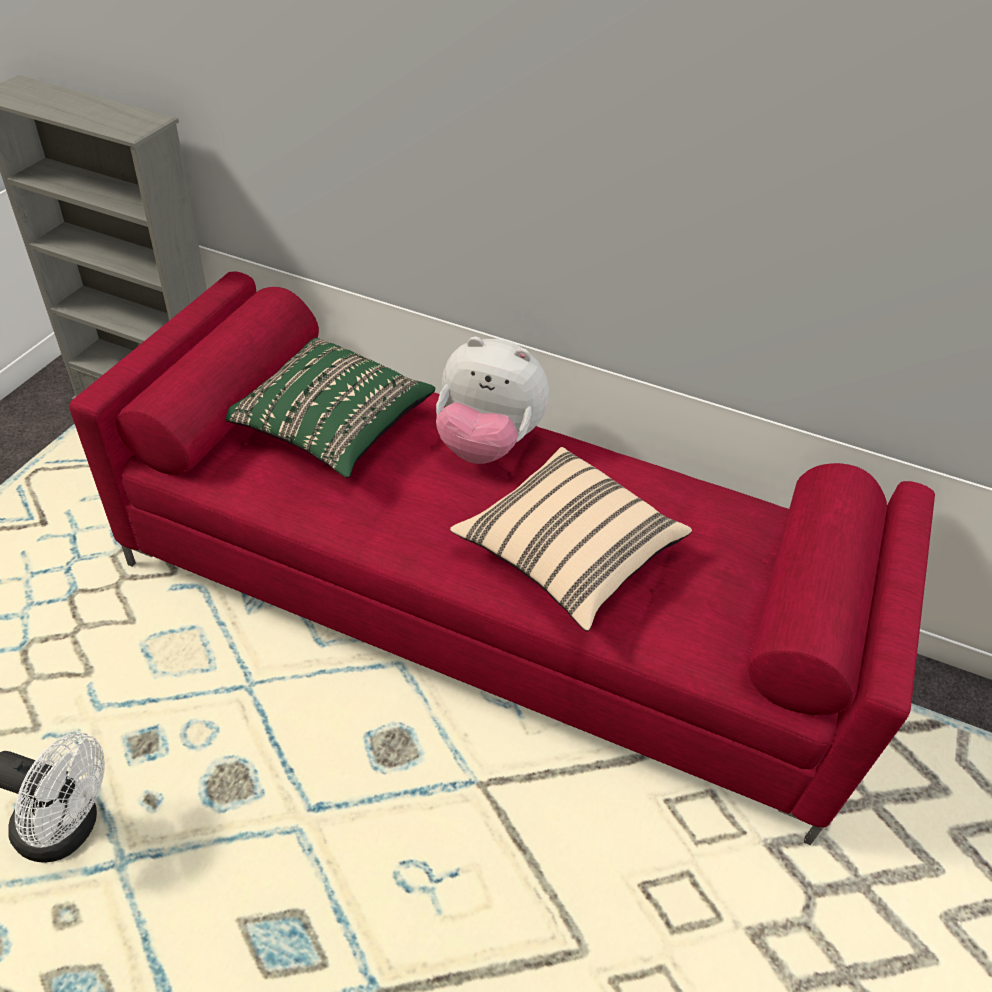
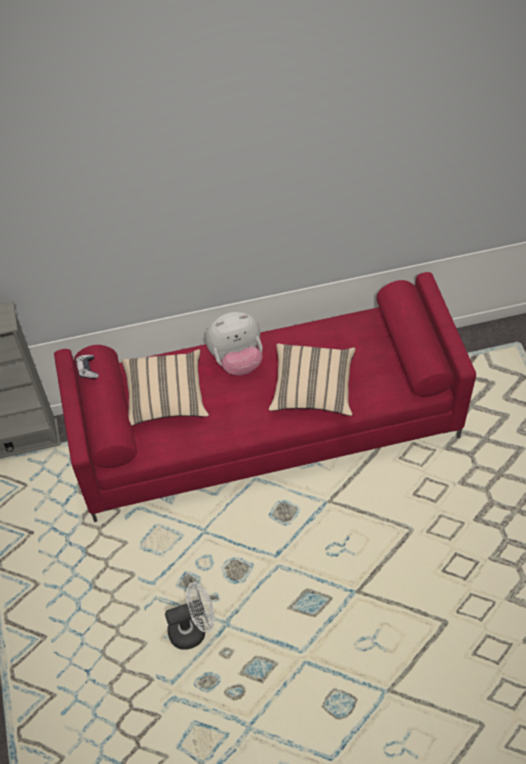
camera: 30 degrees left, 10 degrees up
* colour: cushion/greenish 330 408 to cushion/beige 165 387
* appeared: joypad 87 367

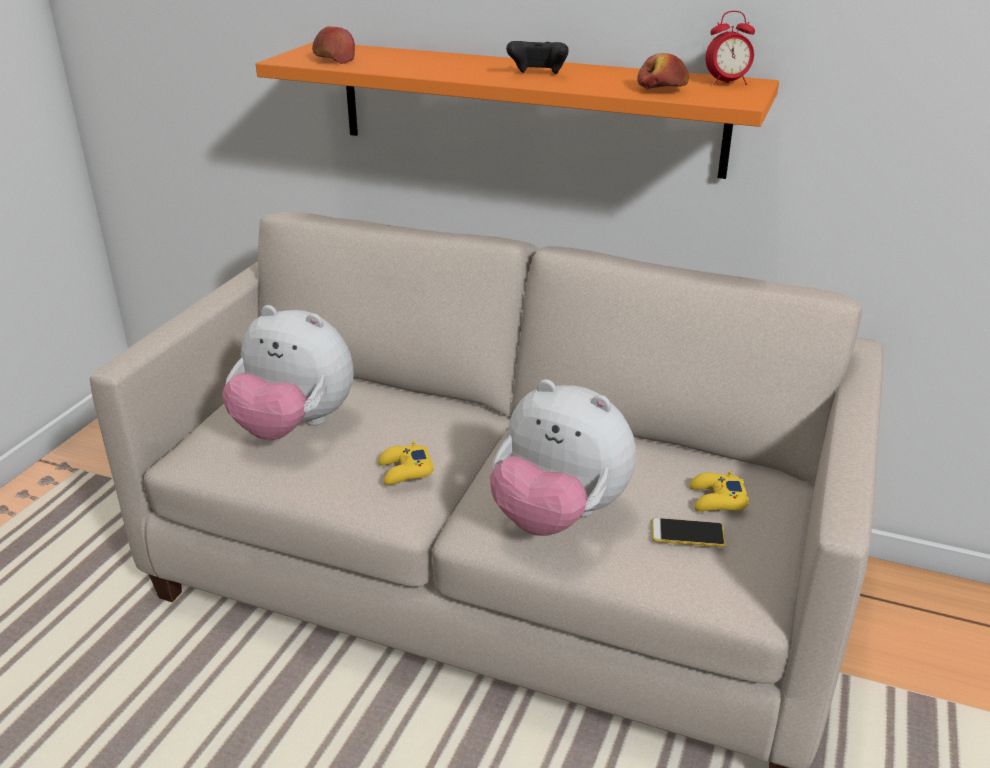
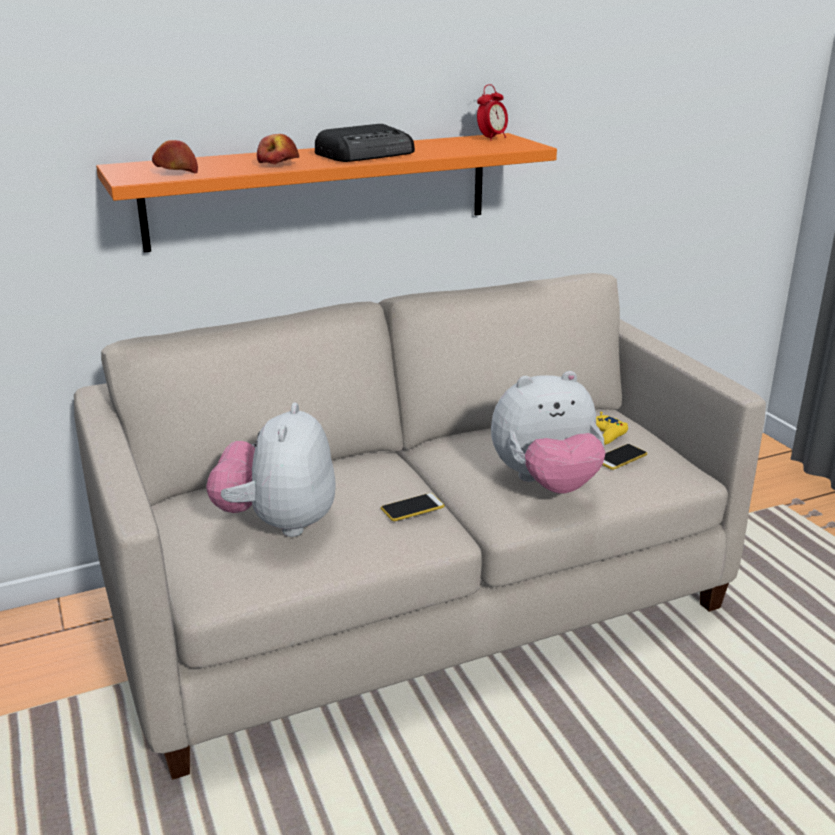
camera: 45 degrees left, 5 degrees down
* exchanged: joypad/black 537 57 to radio 365 143
* relocated: apple 663 71 to 278 149
* spun: soft toy 288 372 = 271 470 120 degrees clockwise
* exchanged: joypad/yellow 406 463 to handset 413 507

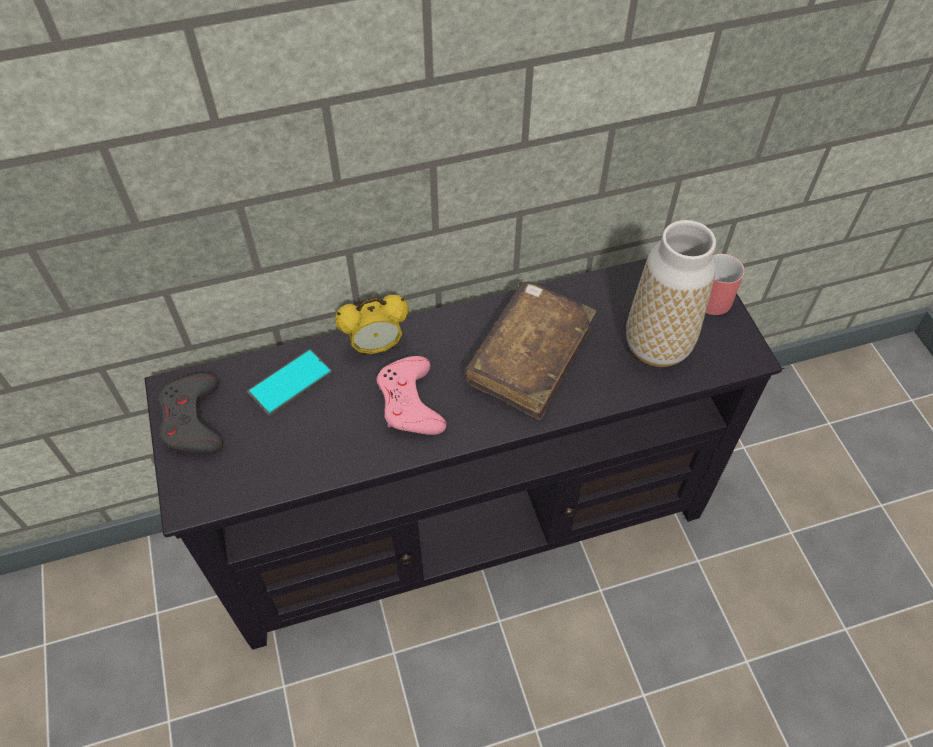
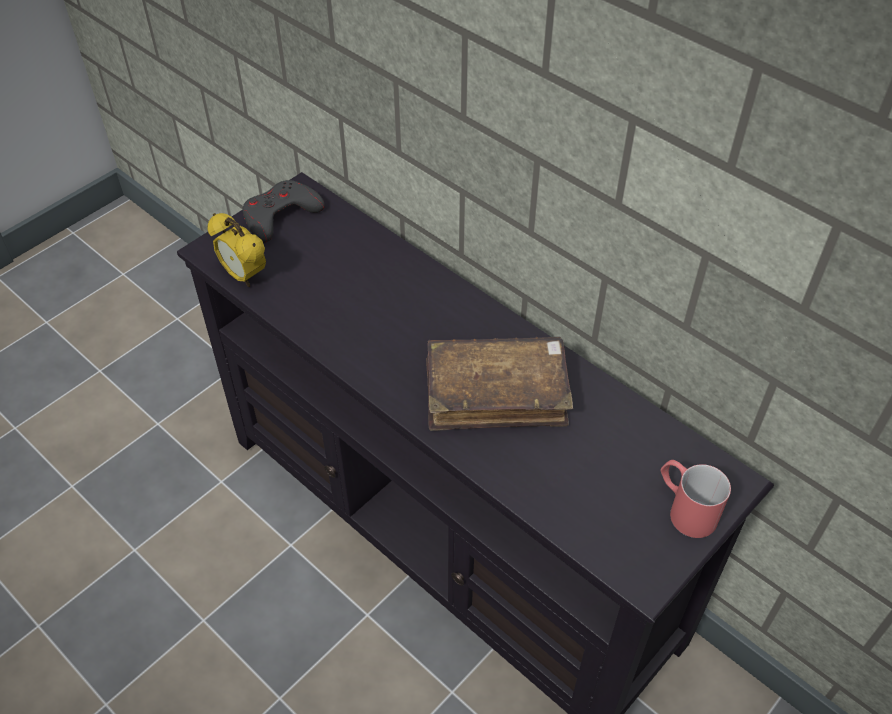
camera: 60 degrees right, 5 degrees down
* missing: decorative vase 671 293
* relocated: bedside clock 372 325 to 236 250
* missing: handset 289 383
* missing: joypad/pink-coloured 411 395

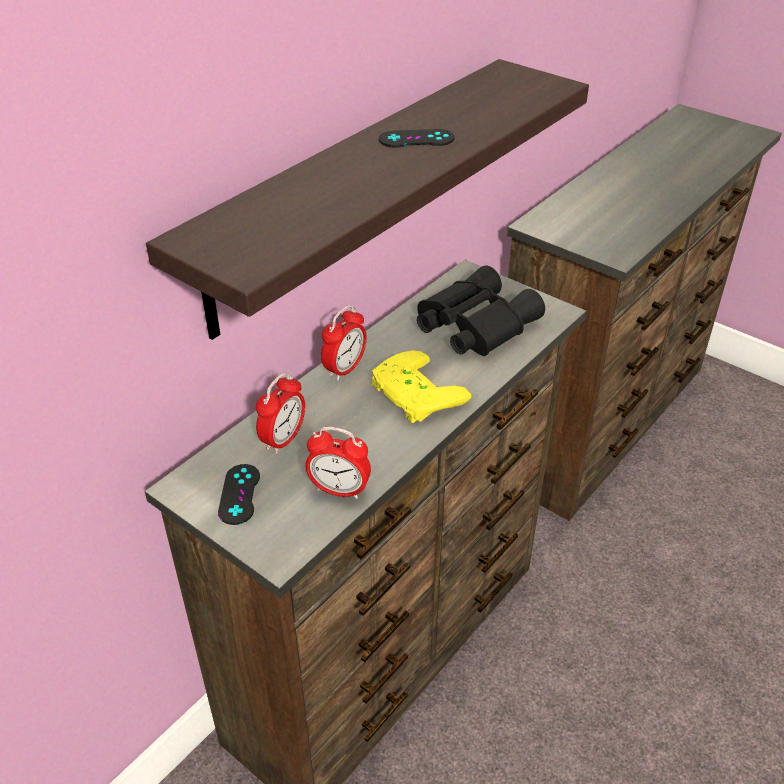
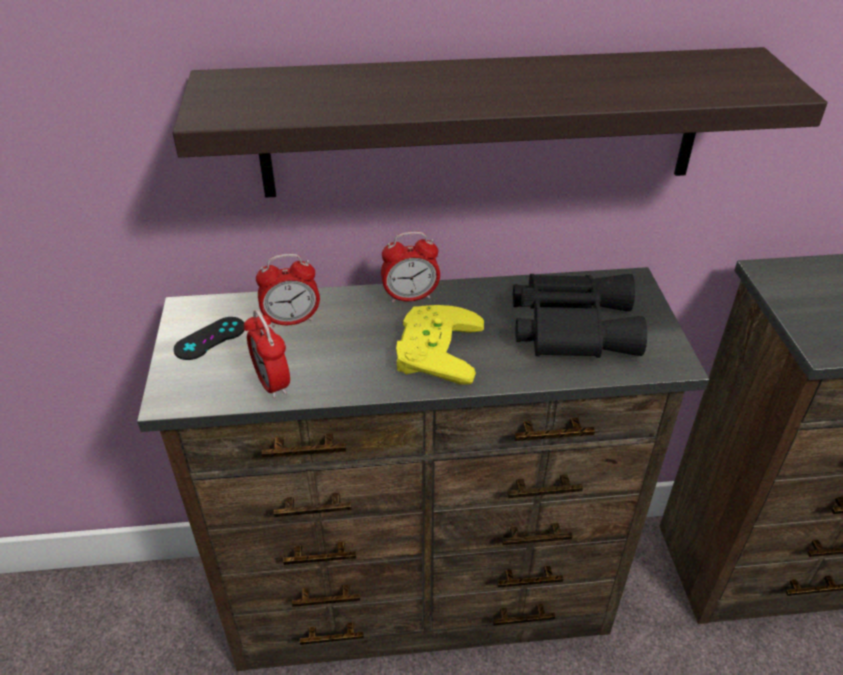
camera: 45 degrees right, 0 degrees up
* missing: joypad/black 417 138

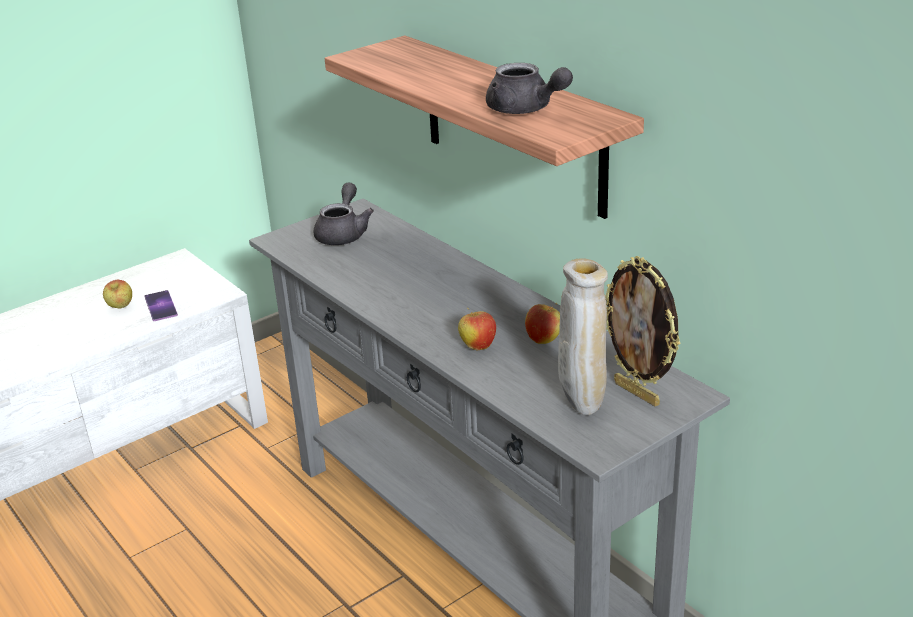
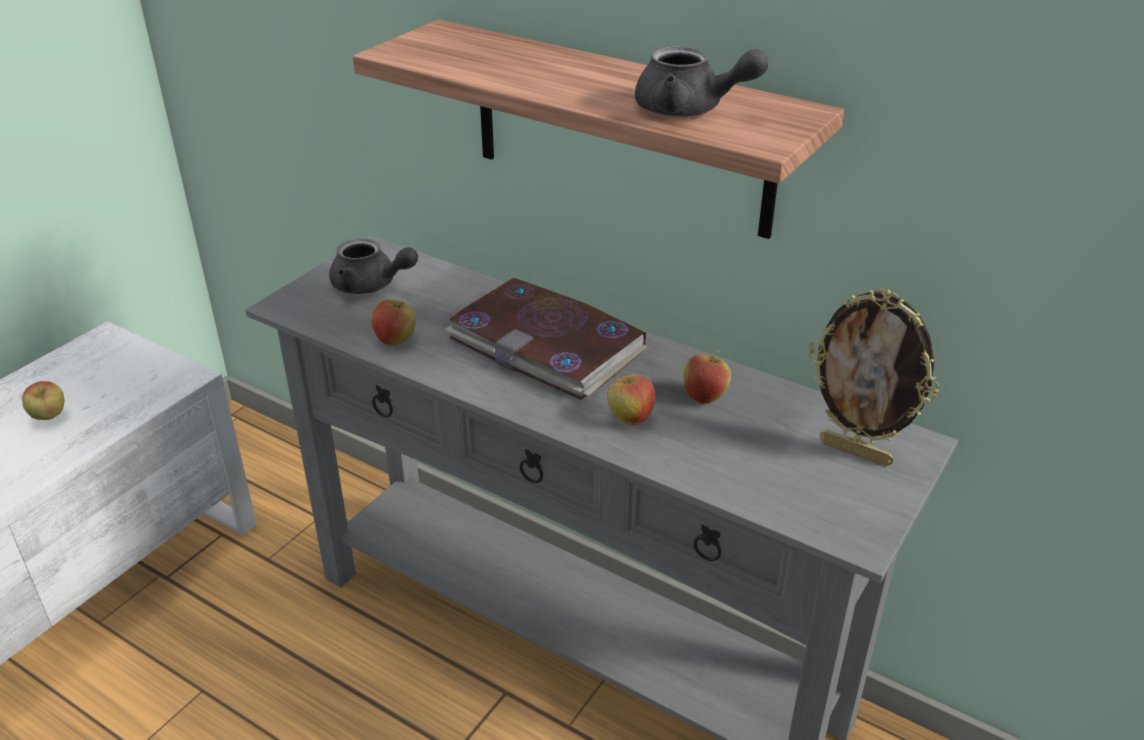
camera: 20 degrees left, 5 degrees up
* spun: teapot/grey 344 213 = 373 266 120 degrees clockwise
* missing: decorative vase/beige 583 336
* missing: handset 161 305
* appeared: bound book 546 339
* appeared: apple 393 321

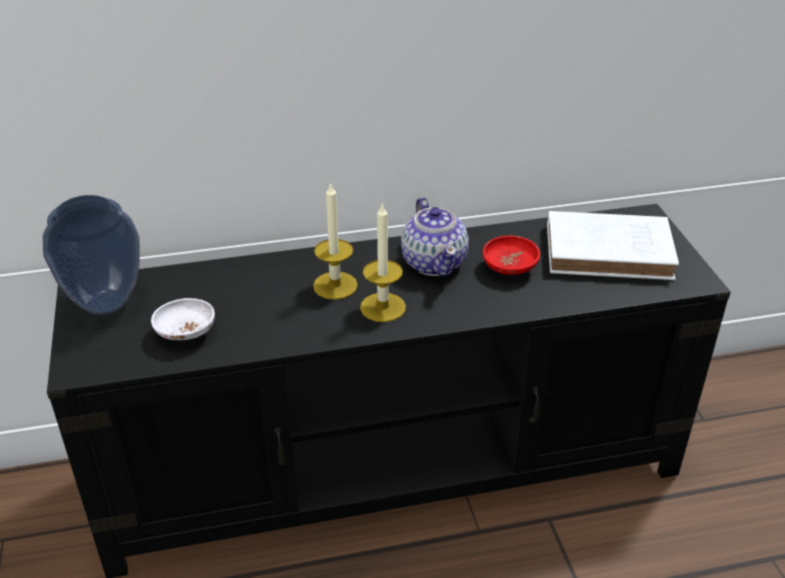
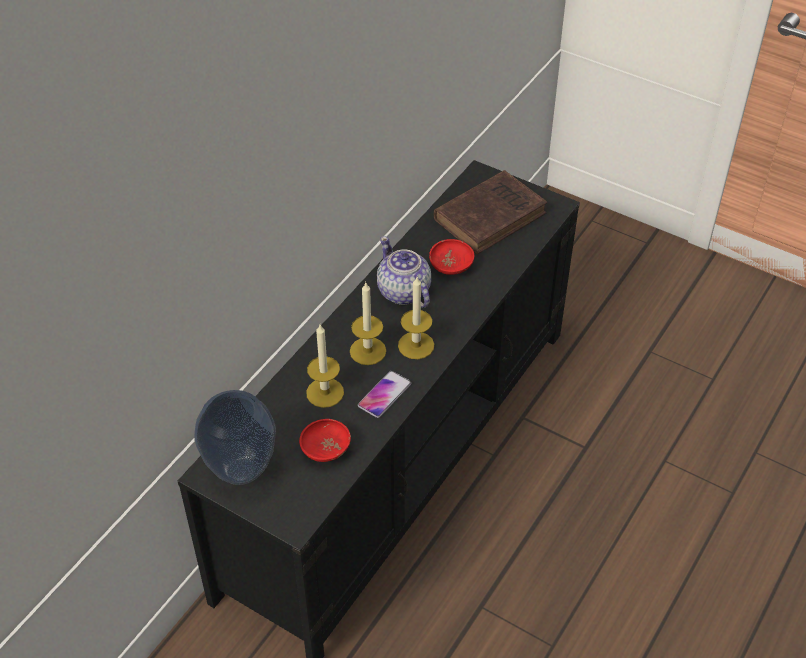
camera: 45 degrees left, 10 degrees up
* spun: teapot 435 236 = 404 272 150 degrees counterclockwise
* colour: bound book/white-coloured 613 245 to bound book/brownish 490 212
* colour: bowl/white-coloured 183 319 to bowl/red-coloured 325 440
* appeared: wax candle 325 366
* appeared: handset 384 394

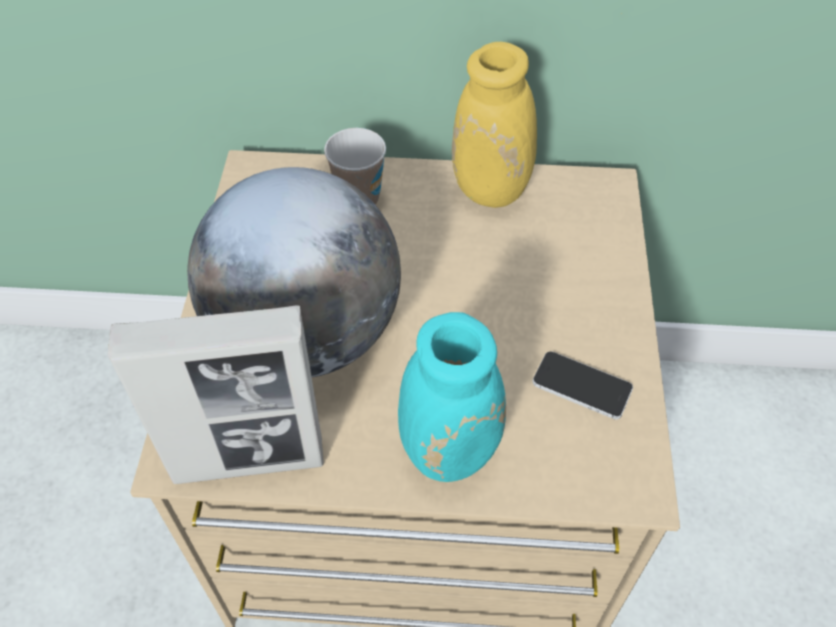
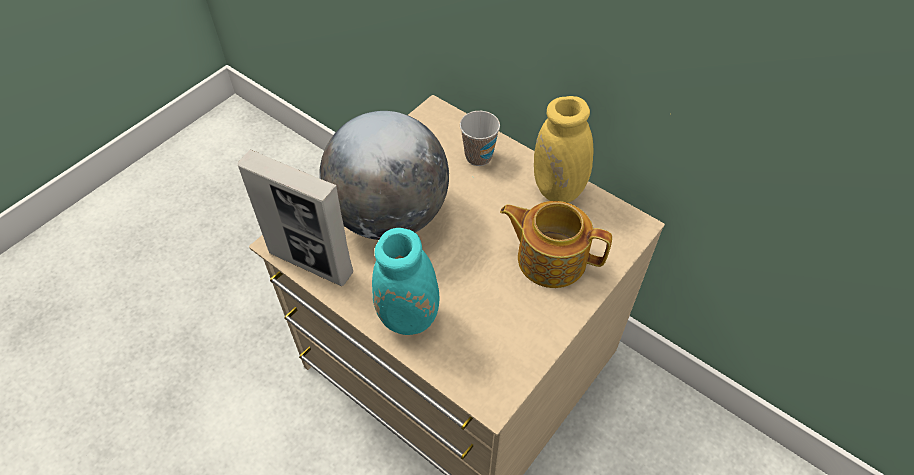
camera: 35 degrees right, 0 degrees up
* missing: handset 583 385
* appeared: teapot 556 244

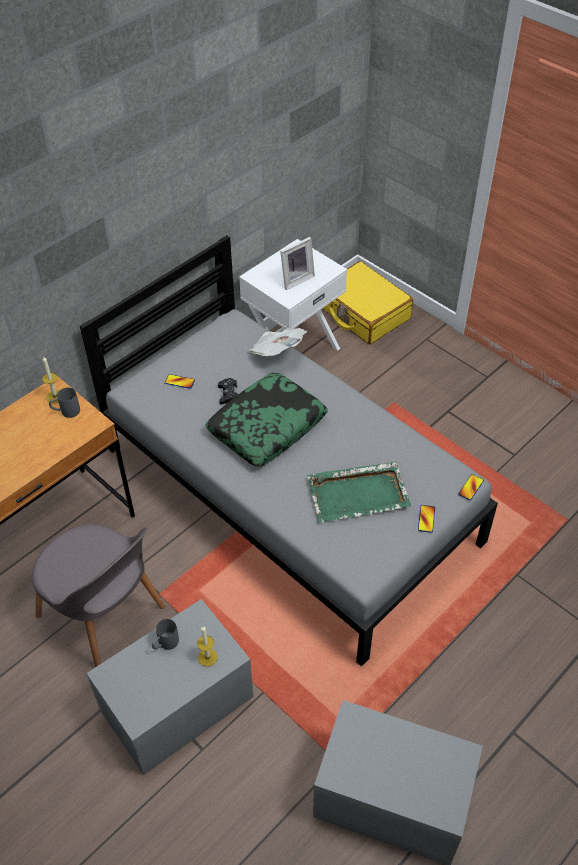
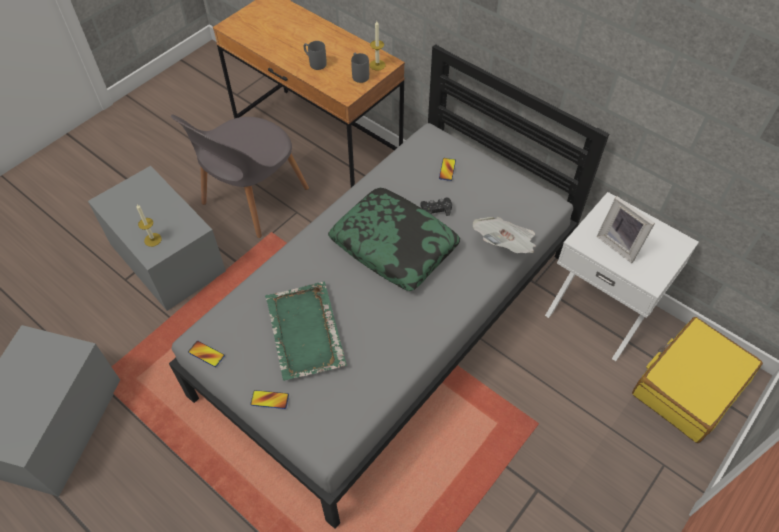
camera: 85 degrees right, 5 degrees up
* relocated: handset 471 487 to 206 354
* relocated: tea mug/grey 165 634 to 315 55

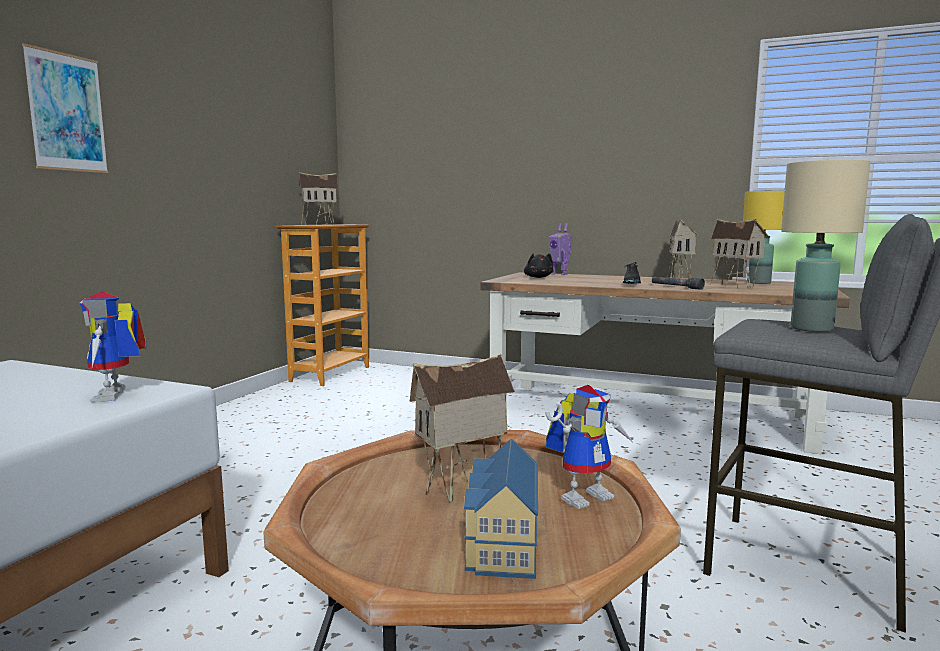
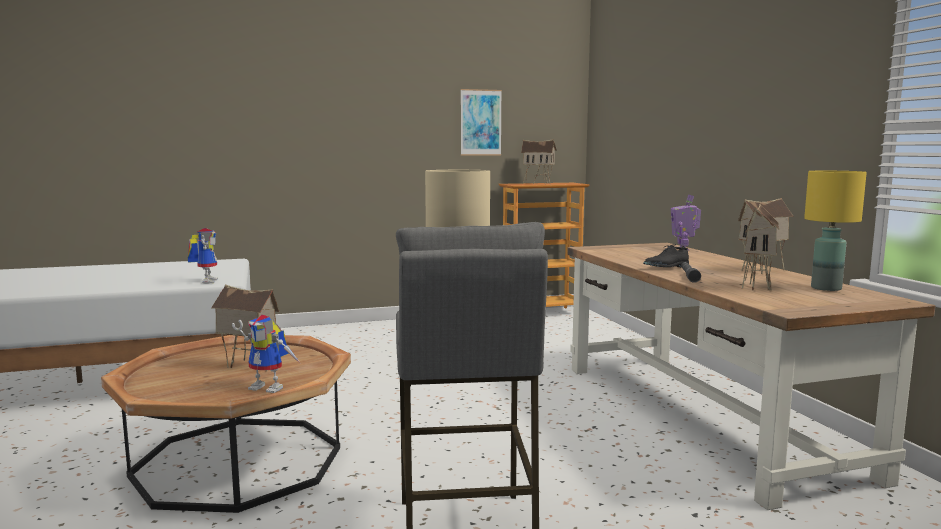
camera: 50 degrees right, 0 degrees up
* relocated: wall picture 65 108 to 481 122
* missing: soft toy/black 538 265
* spun: model robot 113 347 = 203 256 135 degrees clockwise
* missing: miniature house 501 508

